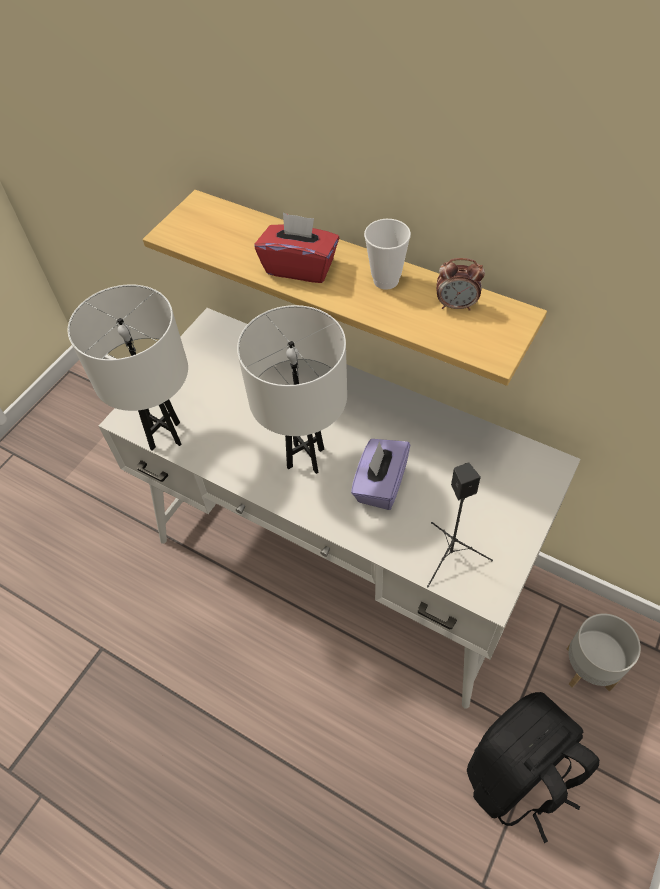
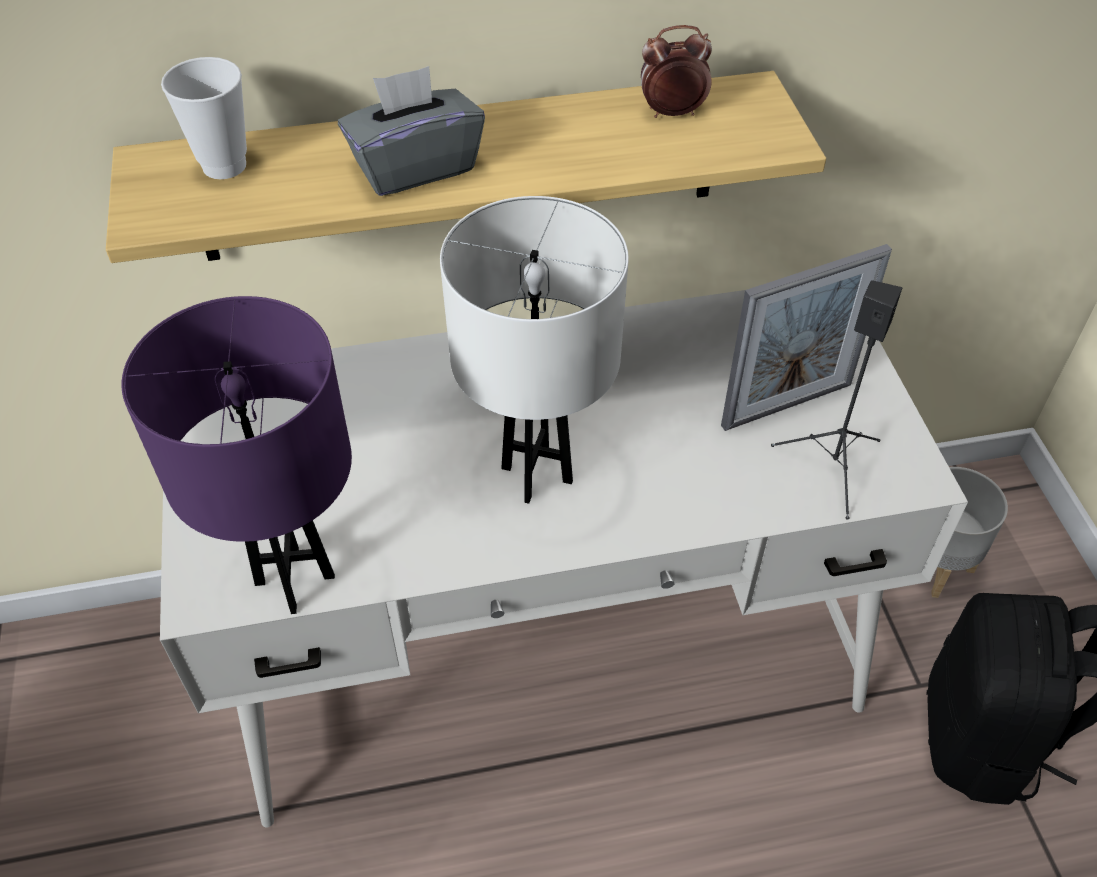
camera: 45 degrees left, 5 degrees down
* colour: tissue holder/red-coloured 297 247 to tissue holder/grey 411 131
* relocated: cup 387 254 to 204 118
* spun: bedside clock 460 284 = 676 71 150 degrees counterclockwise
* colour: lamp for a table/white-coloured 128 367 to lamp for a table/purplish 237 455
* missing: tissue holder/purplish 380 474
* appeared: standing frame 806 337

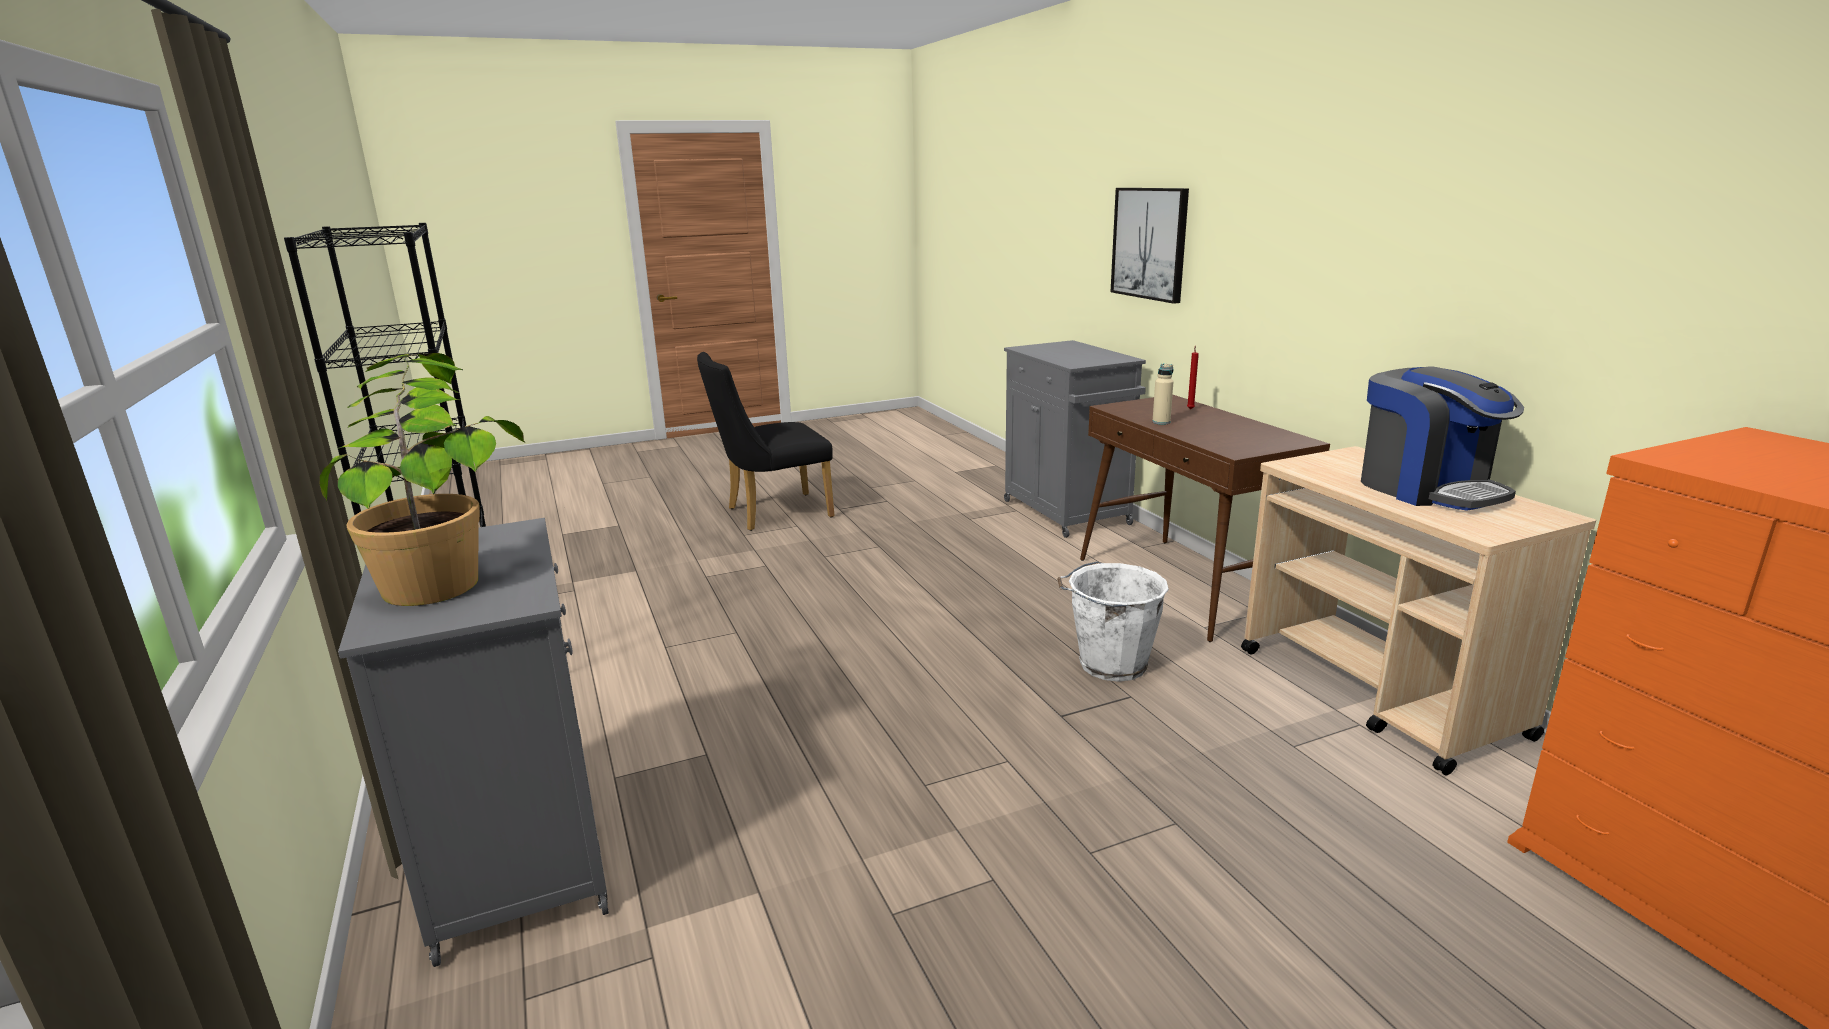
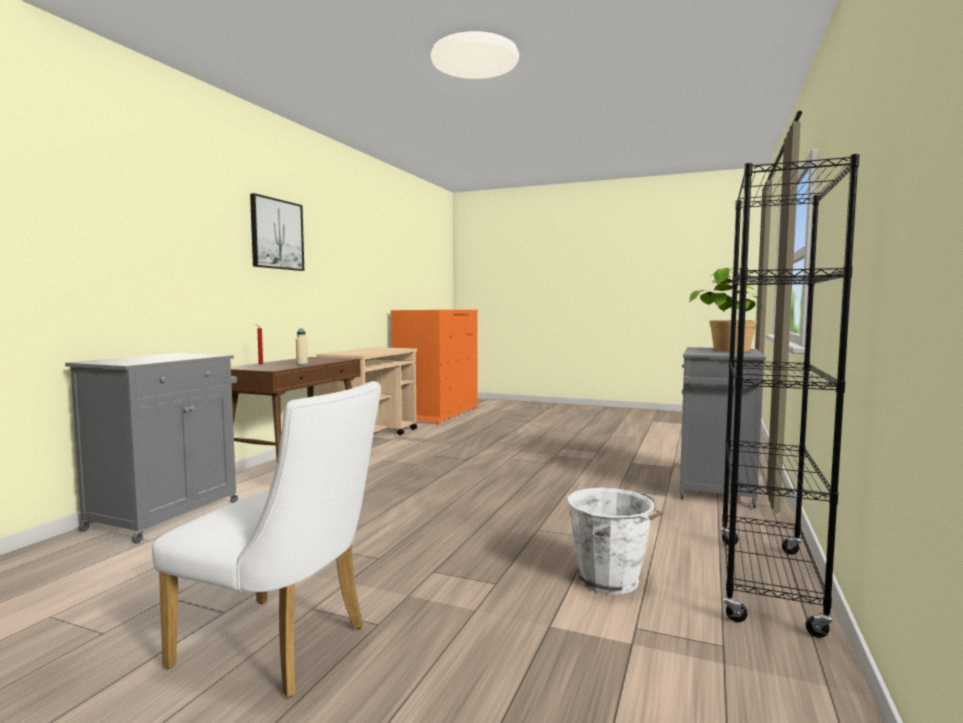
camera: 135 degrees left, 15 degrees down
* relocated: wall picture 1150 246 to 277 232
* colour: plain chair/black 766 441 to plain chair/white-coloured 266 539
* missing: coffee machine 1442 438
* relocated: pail/white-coloured 1113 621 to 615 541

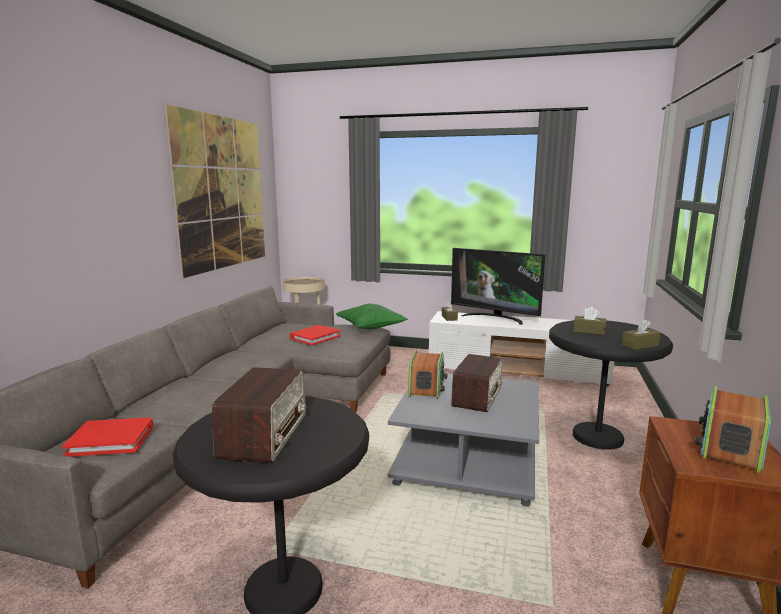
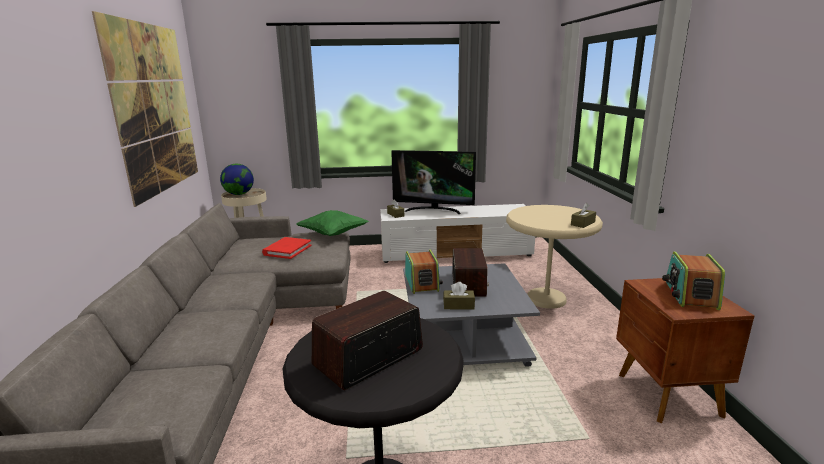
camera: 20 degrees left, 5 degrees up
* relocated: tissue holder/brownish 589 321 to 459 295
* colour: side table/black 611 385 to side table/beige 554 257
* spun: radio 259 415 = 367 340 120 degrees counterclockwise
* missing: bound book/red-coloured 107 437
* appeared: globe 237 179

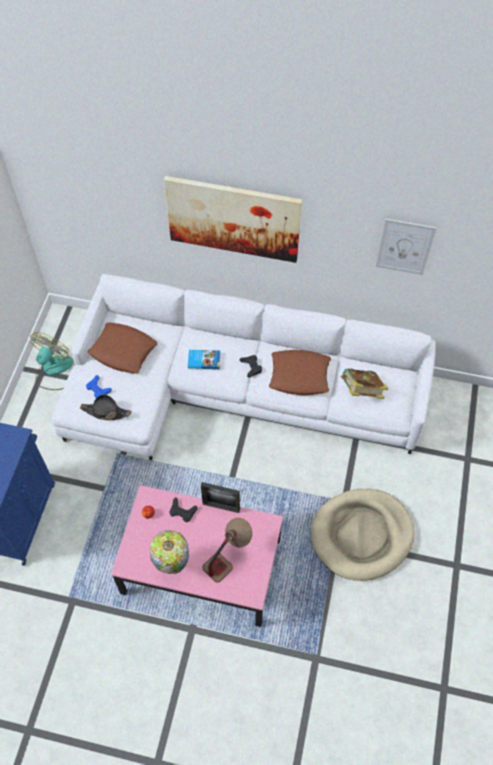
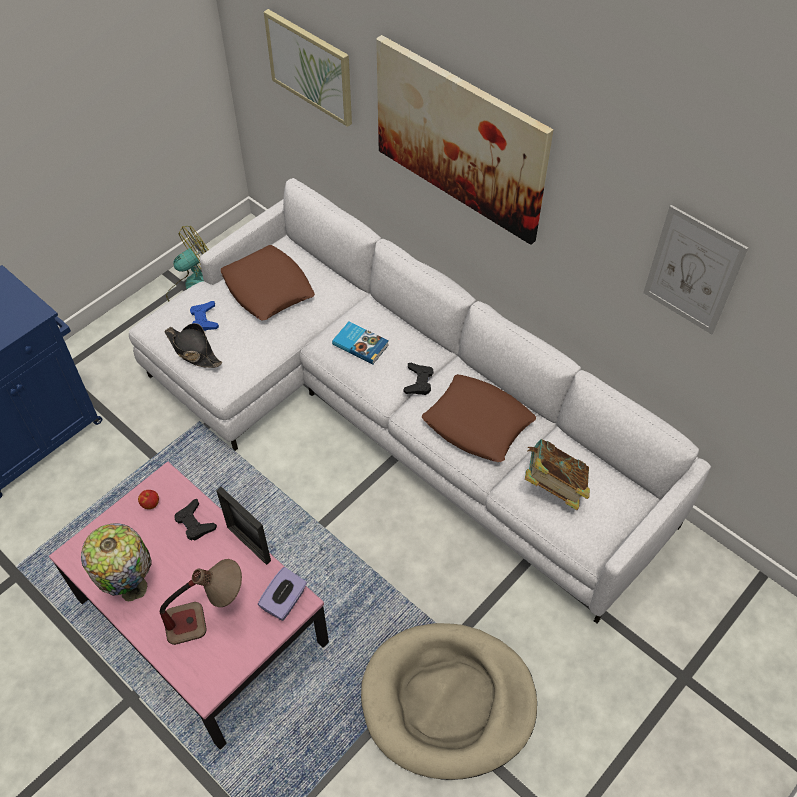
camera: 30 degrees right, 5 degrees down
* appeared: wall picture 308 68
* appeared: tissue holder/purplish 282 594

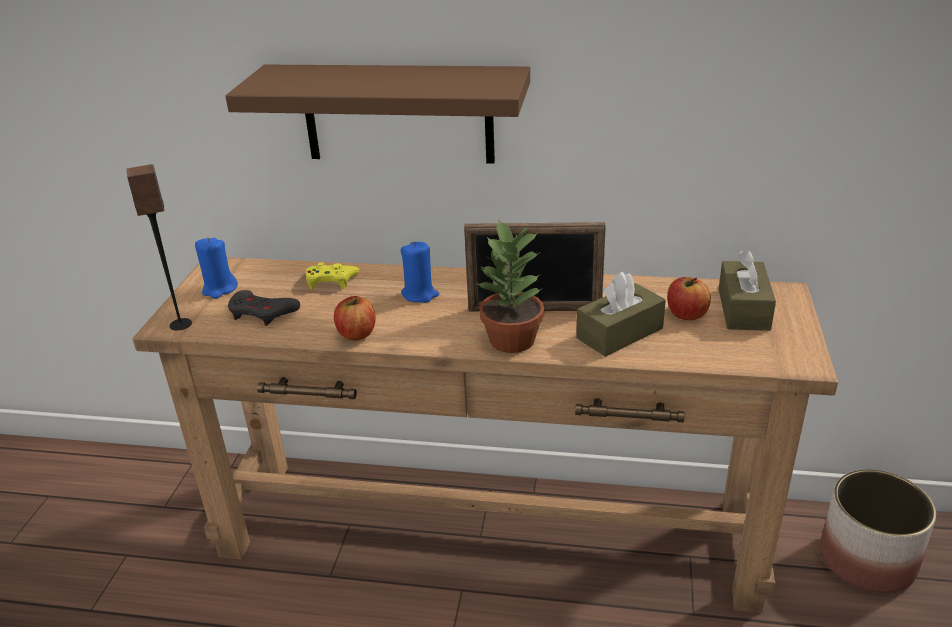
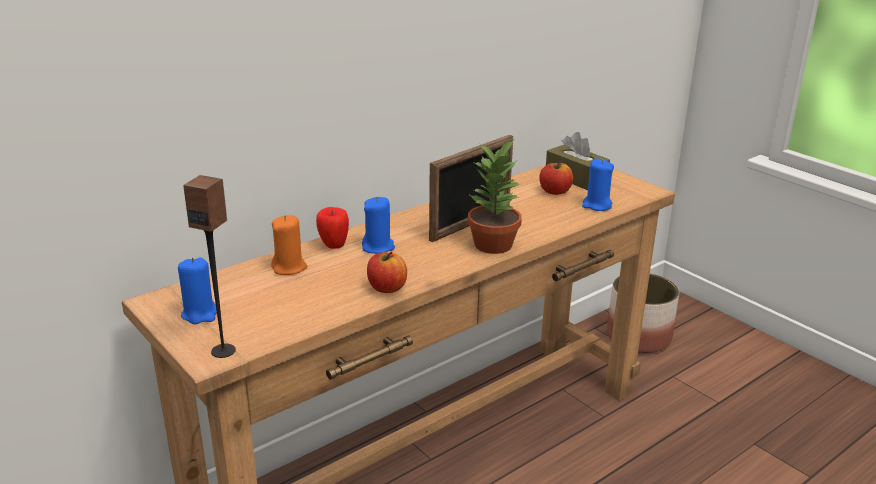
camera: 50 degrees left, 5 degrees down
* missing: wall shelf/brownish 377 114
* exchanged: joypad/yellow 332 275 to wax candle/orange 289 245
* missing: tissue holder/brownish 621 314
* missing: joypad/grey 264 308
* appeared: wax candle/bluish 598 184
* appeared: apple 332 228

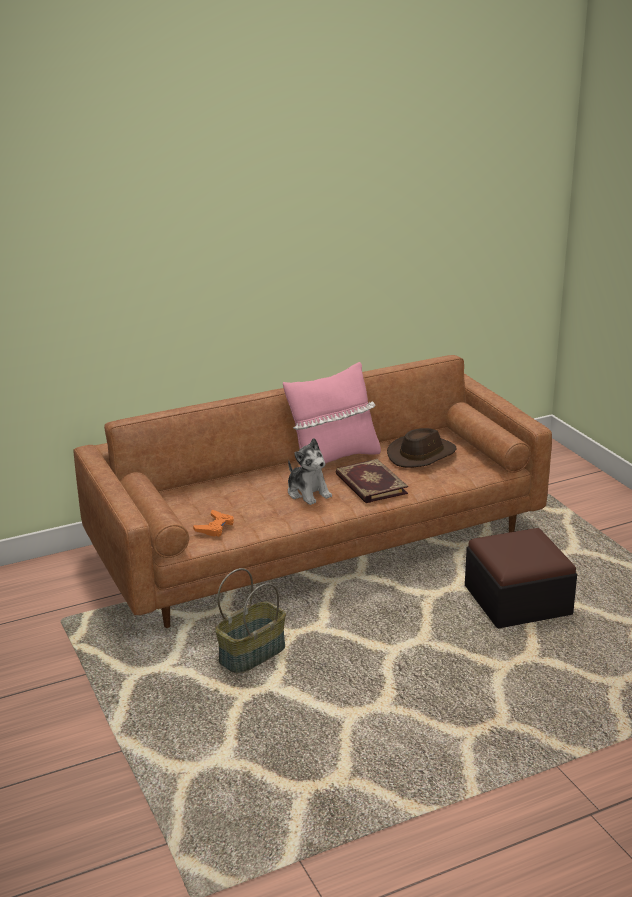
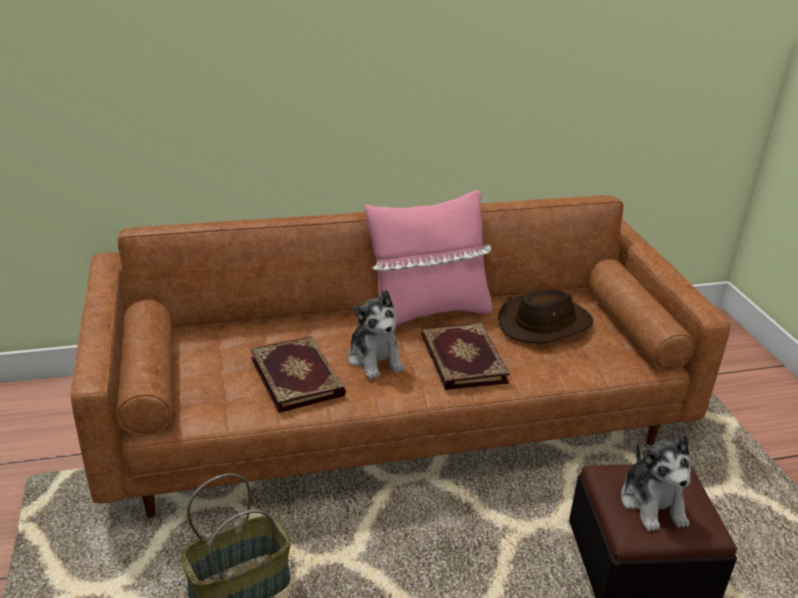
camera: 10 degrees right, 5 degrees up
* missing: joypad/orange 213 523
* appeared: bound book 298 374
* appeared: soft toy 656 483

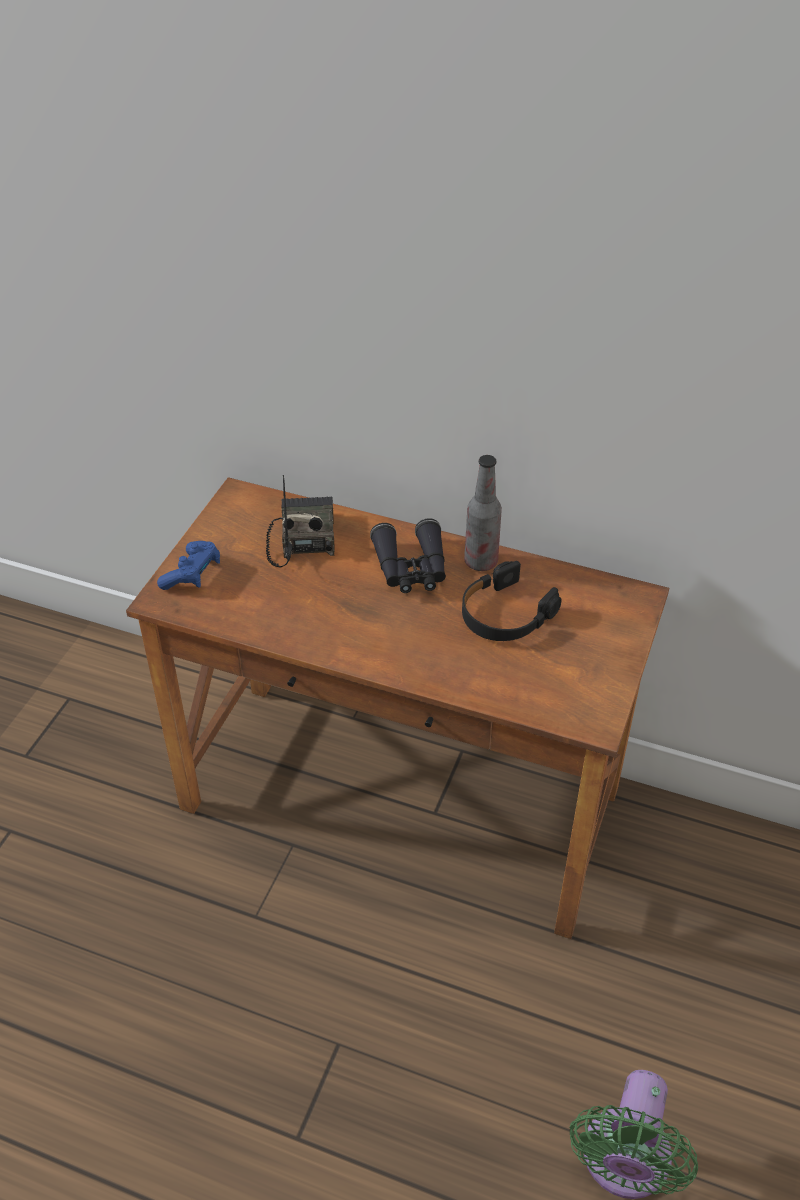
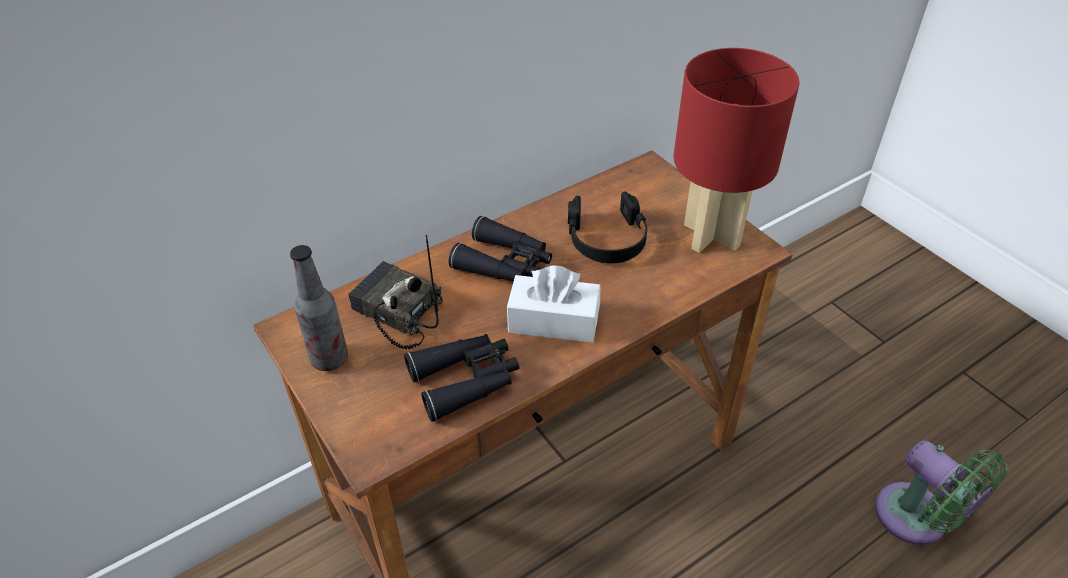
camera: 55 degrees left, 0 degrees up
* relocated: bottle 483 513 to 319 308
* missing: joypad/bluish 188 565
* appeared: lamp for a table/red-coloured 736 150
* appeared: tissue holder/white-coloured 553 304
* appeared: field glasses/black 462 378

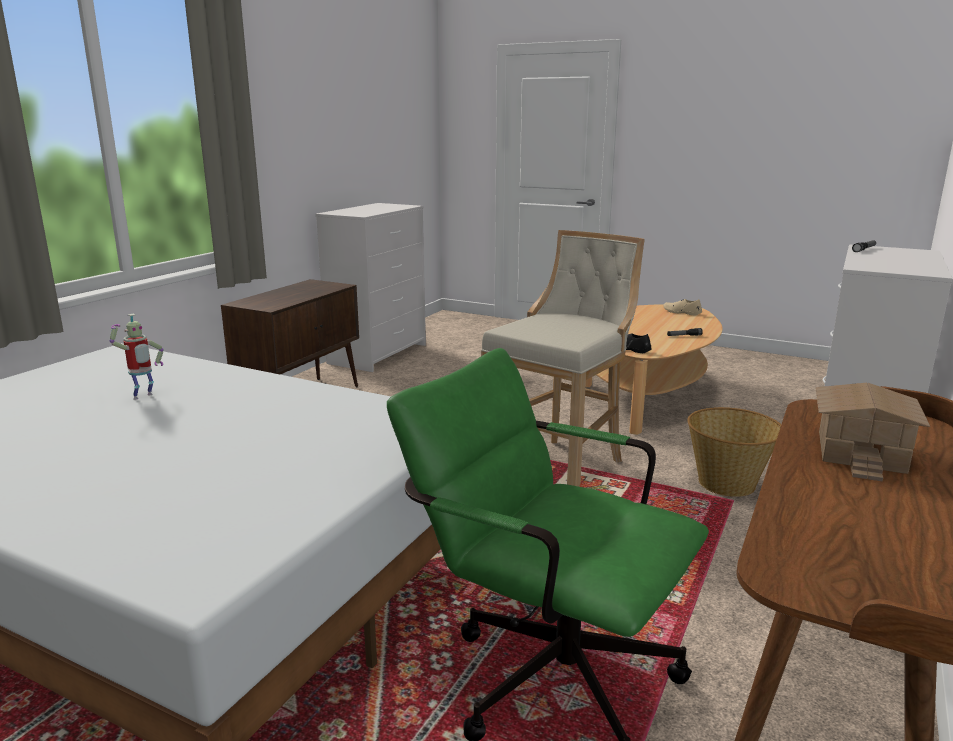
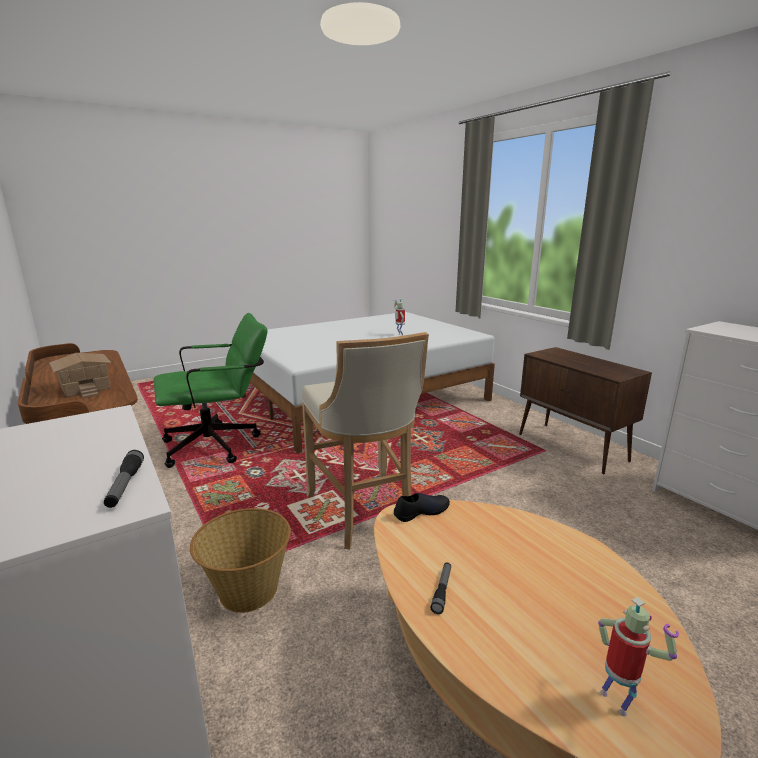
camera: 120 degrees right, 0 degrees up
* exchanged: shoe/beige 682 307 to model robot 638 656

